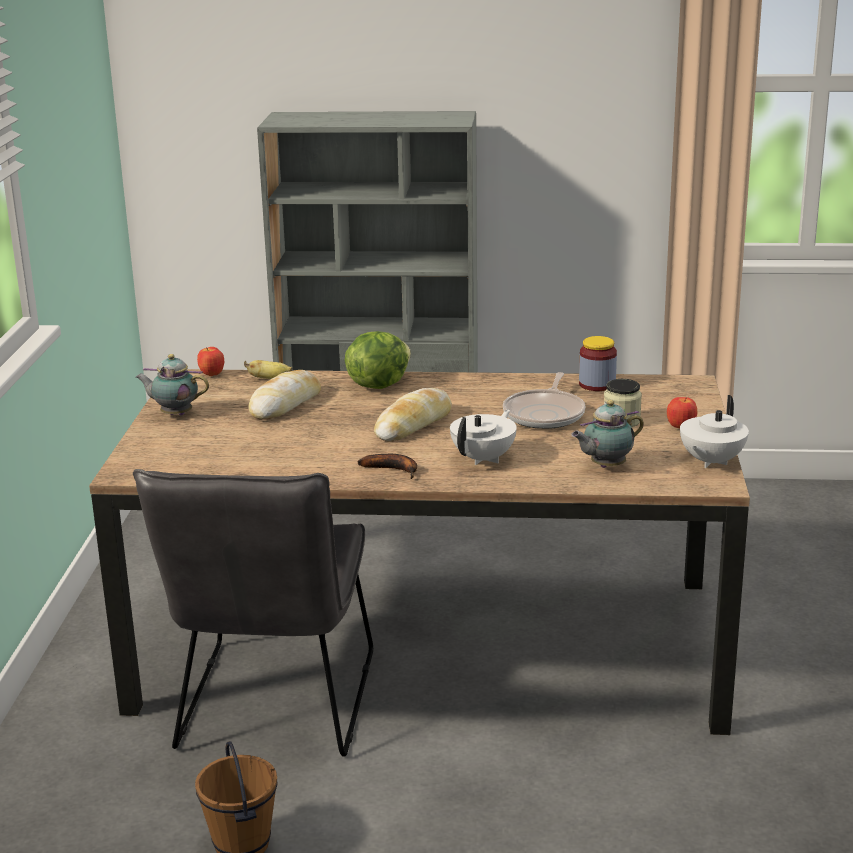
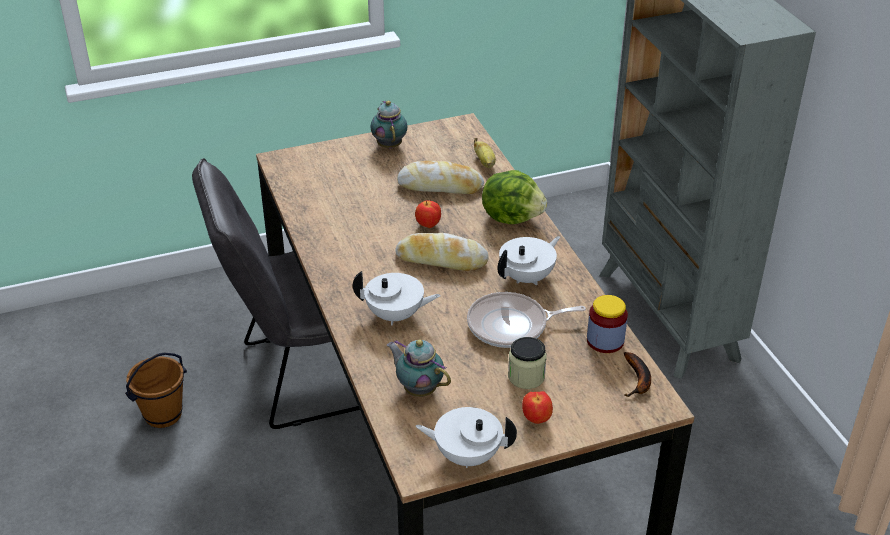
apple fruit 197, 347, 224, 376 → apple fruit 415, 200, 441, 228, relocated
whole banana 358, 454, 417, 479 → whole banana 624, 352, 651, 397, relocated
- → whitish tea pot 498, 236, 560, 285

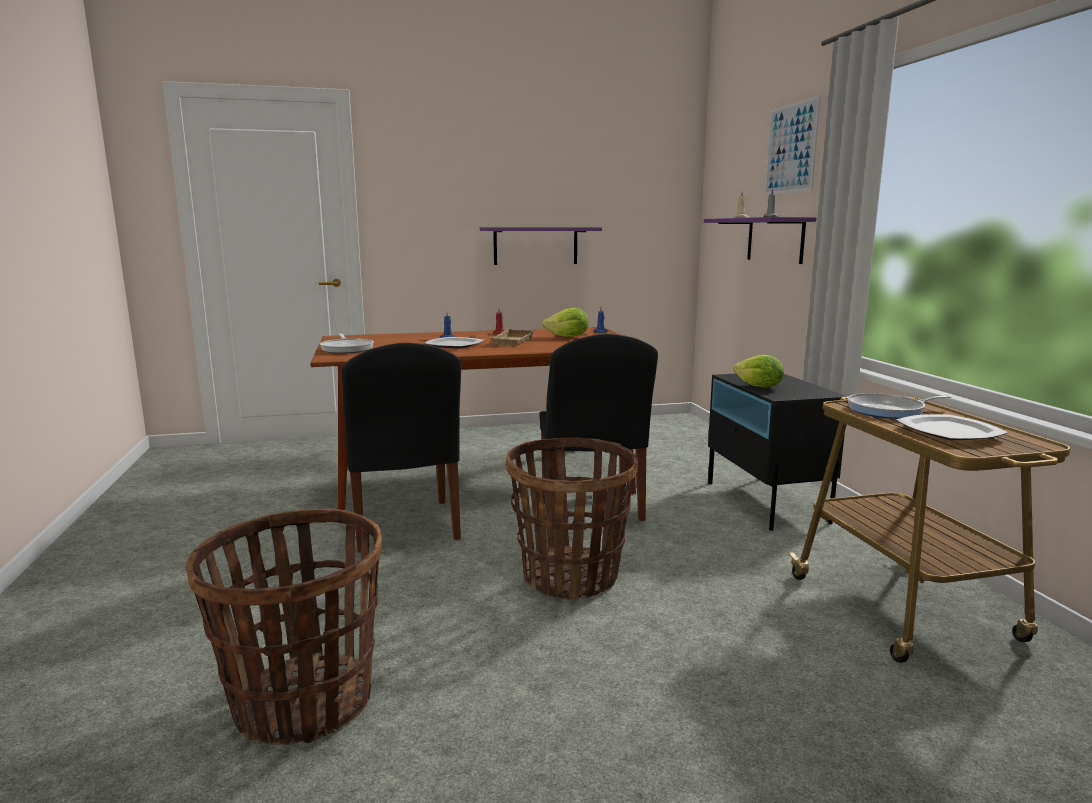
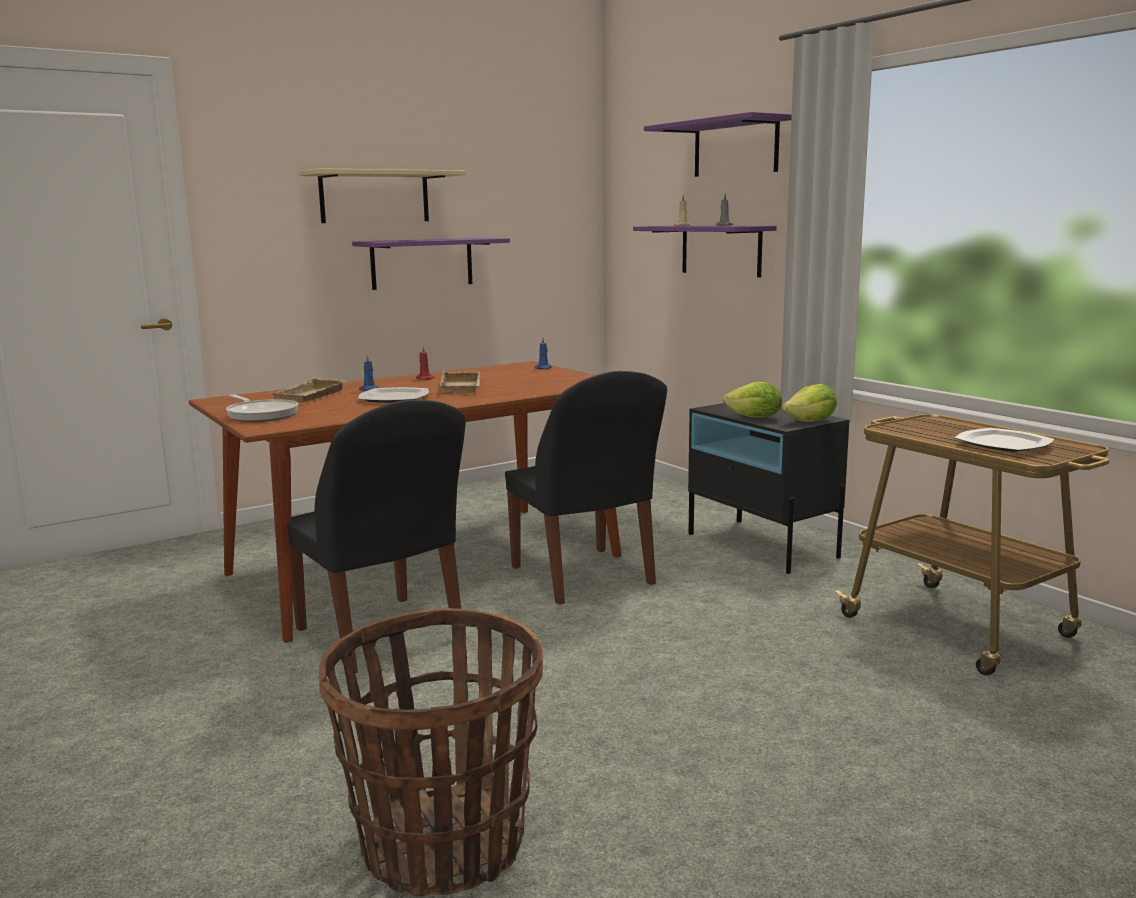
wall picture 764, 96, 821, 195 → purple bracket shelf 644, 112, 792, 177
head of lettuce 542, 308, 589, 337 → head of lettuce 782, 383, 837, 422, relocated
frying pan 847, 393, 951, 419 → -
household basket 505, 438, 638, 601 → -
- → beige bracket shelf 299, 168, 466, 223
- → beige tray 270, 377, 346, 402

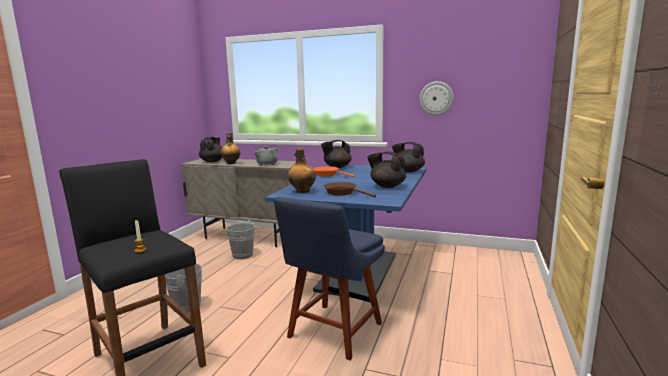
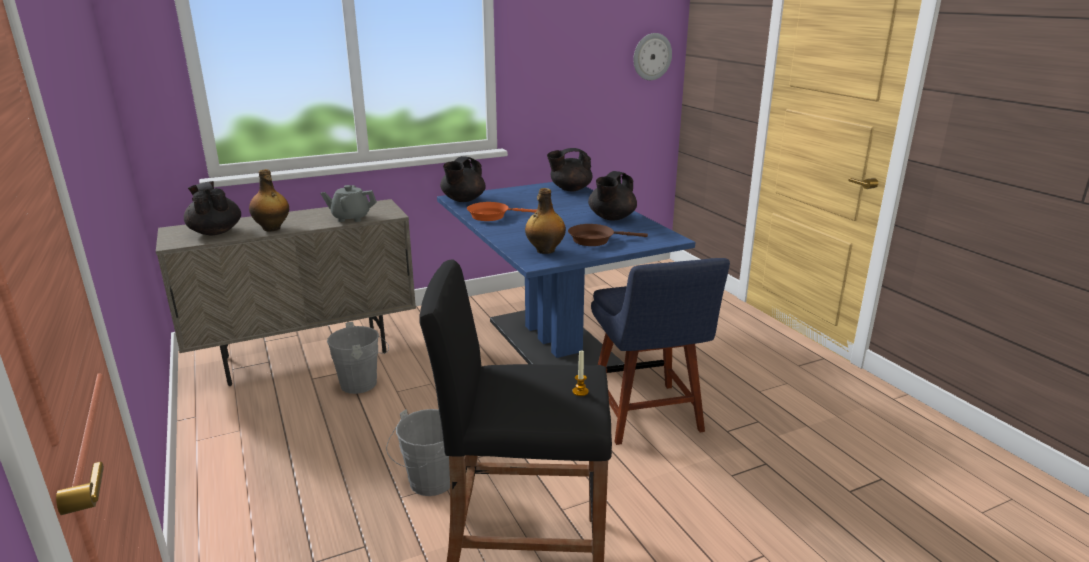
clock on the wall 419, 81, 454, 116 → clock on the wall 633, 33, 672, 80, relocated
black tea pot 367, 152, 406, 188 → black tea pot 588, 171, 637, 220, 45 degrees counterclockwise

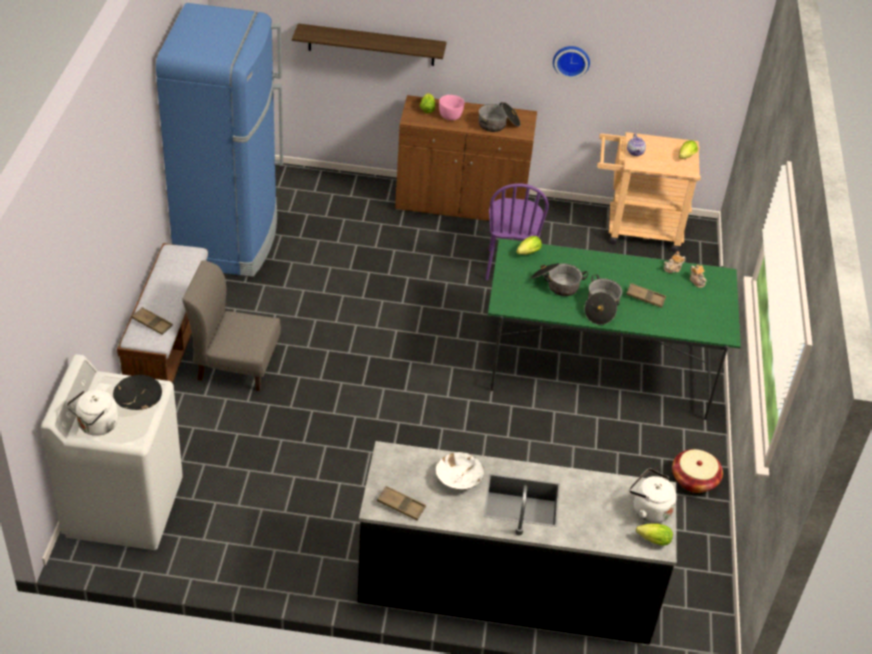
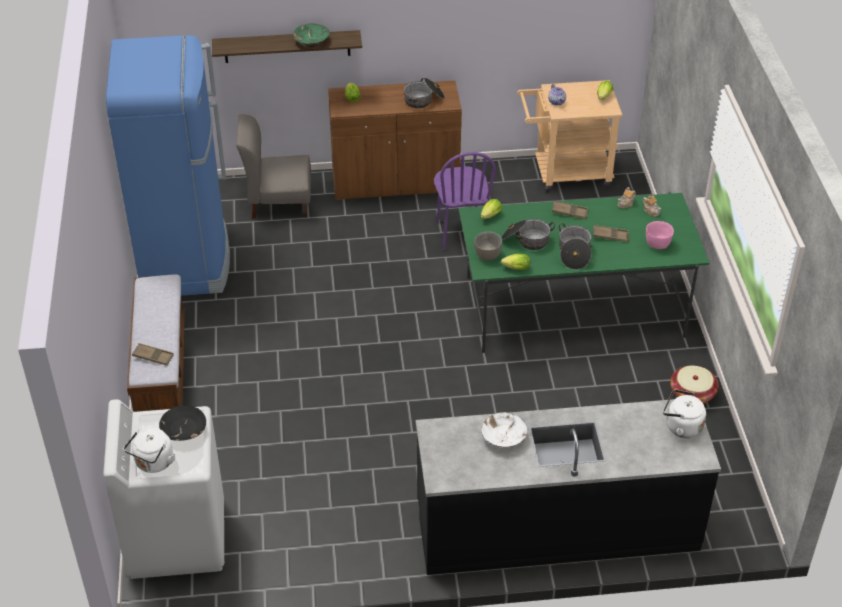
clock on the wall 553, 46, 590, 79 → -
pink-coloured deep dish 439, 95, 465, 121 → pink-coloured deep dish 646, 221, 674, 249, relocated
gray upright chair 182, 260, 281, 391 → gray upright chair 236, 114, 311, 219, relocated
brown-coloured tray 377, 486, 426, 521 → brown-coloured tray 552, 201, 588, 219, relocated
head of lettuce 636, 523, 673, 546 → head of lettuce 501, 254, 530, 270, relocated
- → green deep dish 293, 23, 330, 47
- → gray deep dish 474, 231, 502, 260

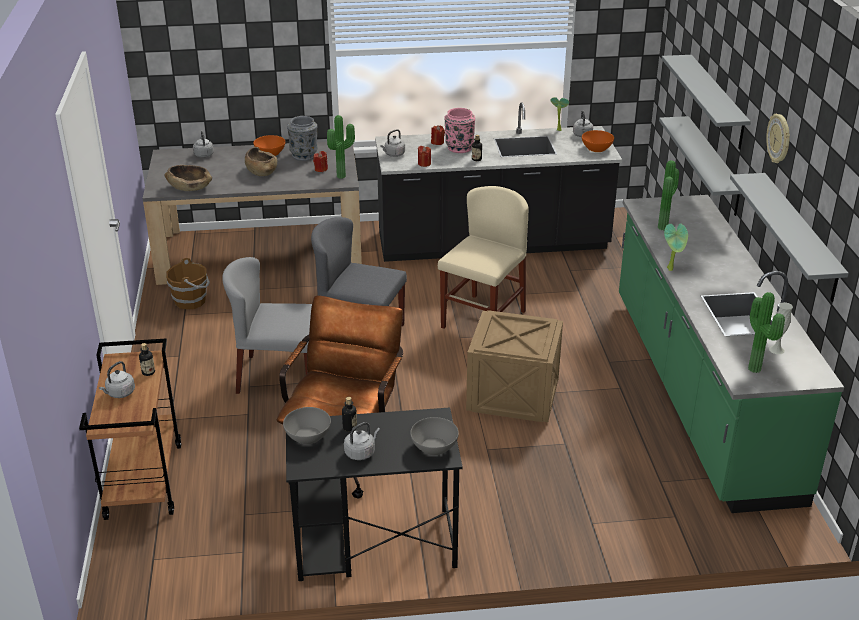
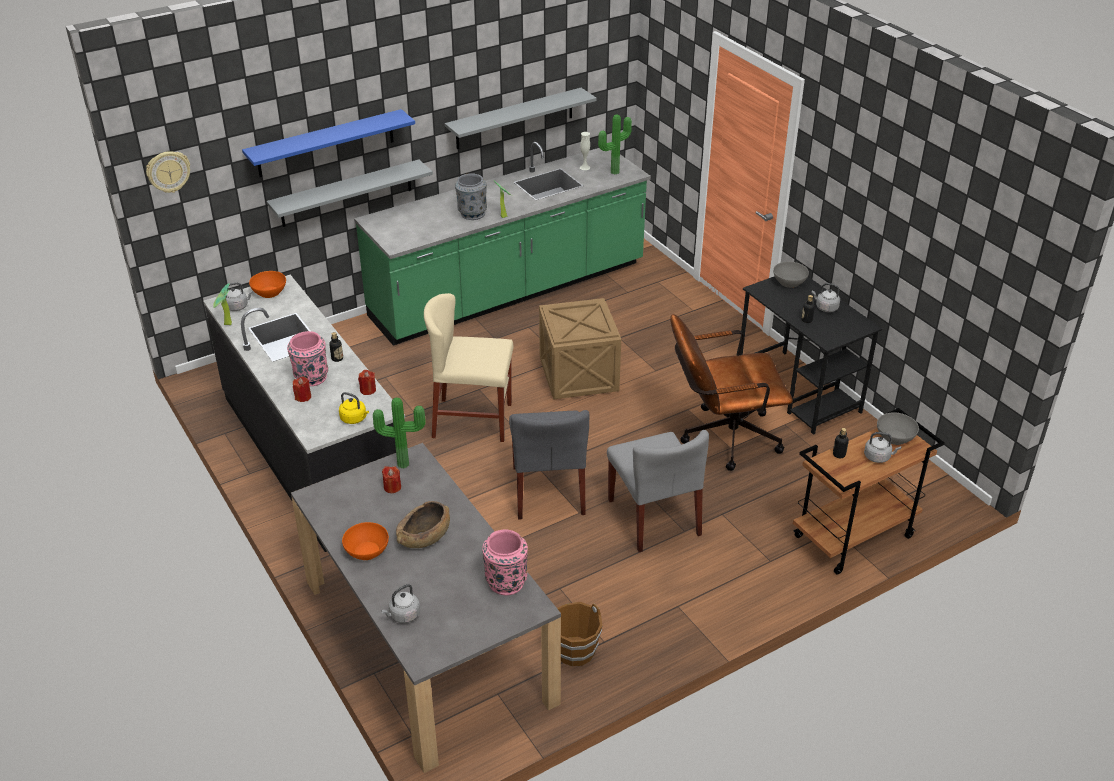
gray bracket shelf 662, 55, 751, 150 → blue bracket shelf 242, 109, 415, 177
clock on the wall 766, 114, 790, 163 → clock on the wall 146, 151, 190, 193, relocated
gray decorative vase 287, 116, 318, 161 → gray decorative vase 455, 173, 487, 220, relocated
gray water kettle 380, 129, 405, 157 → yellow water kettle 339, 392, 369, 424
potted plant 658, 161, 679, 230 → -
brown-coloured deep dish 164, 165, 212, 191 → pink-coloured decorative vase 482, 530, 528, 596
gray deep dish 283, 407, 331, 445 → gray deep dish 877, 412, 919, 445, relocated

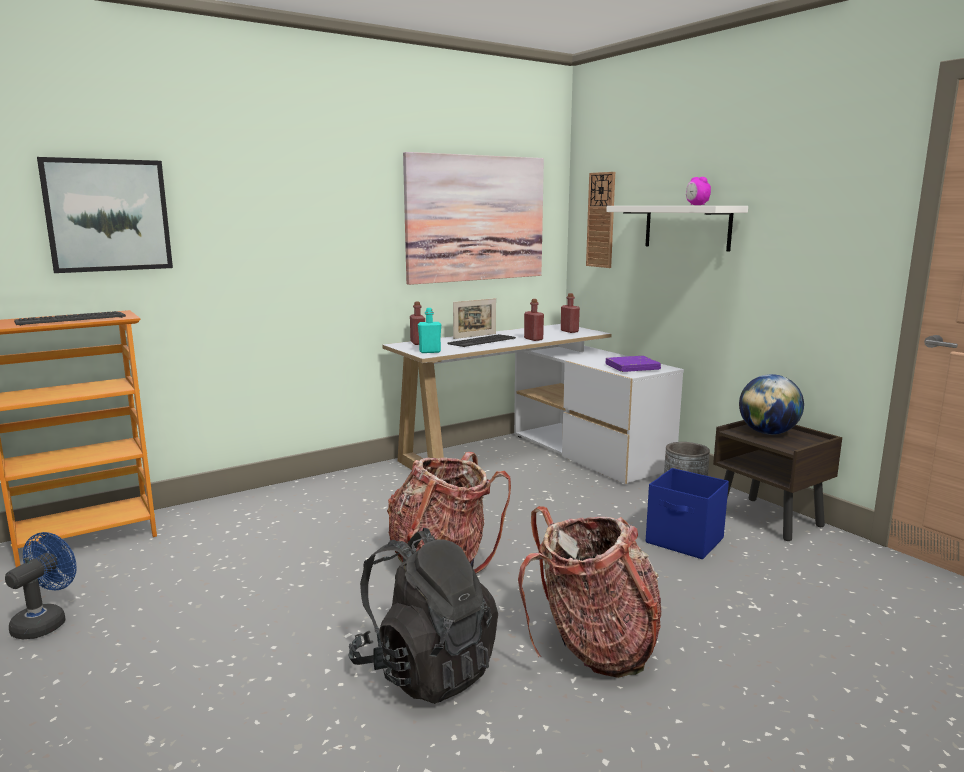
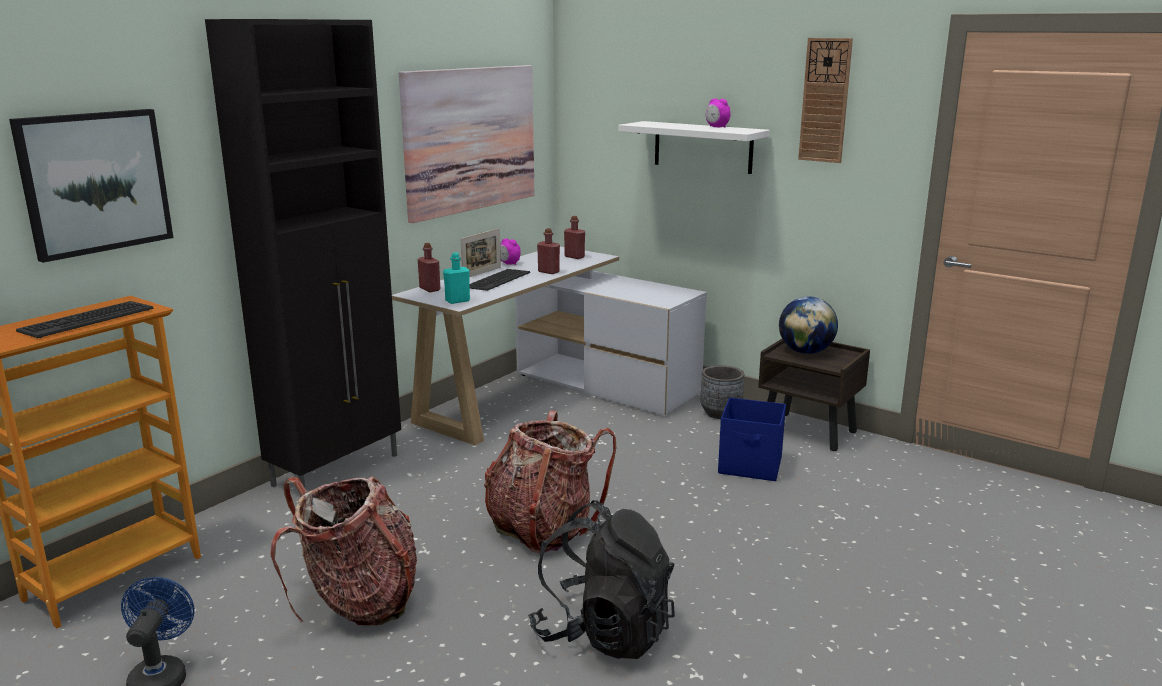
clock on the wall 586, 172, 615, 268 → clock on the wall 798, 38, 853, 163, relocated
purple book 605, 356, 661, 372 → -
backpack 518, 506, 661, 678 → backpack 270, 476, 417, 625, relocated
- → black storage cabinet 205, 19, 401, 497
- → alarm clock 500, 238, 521, 265

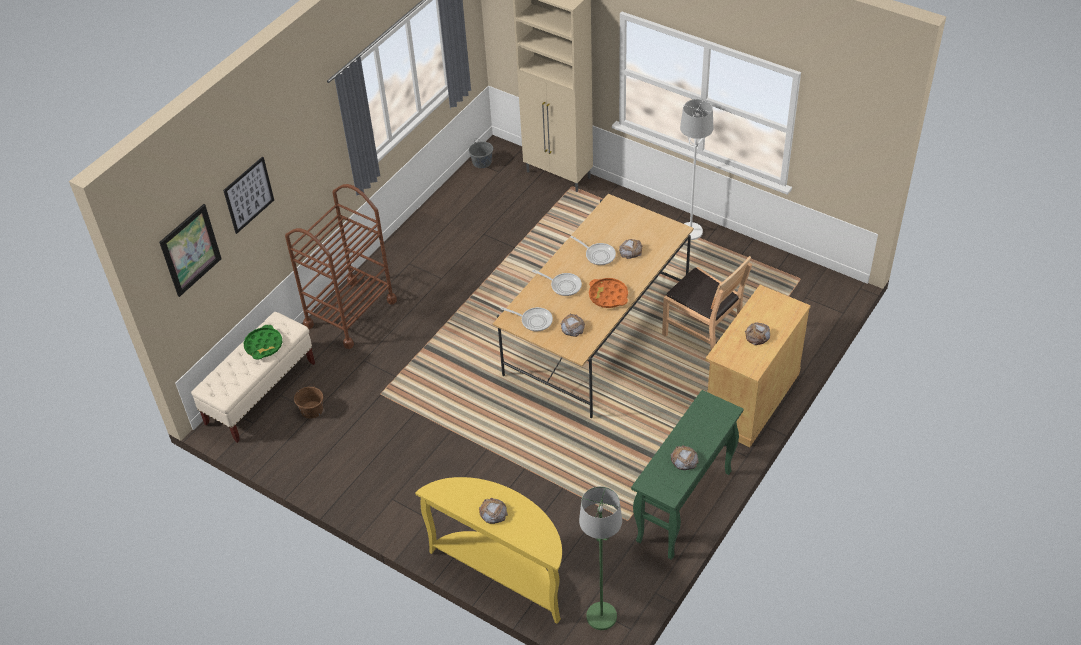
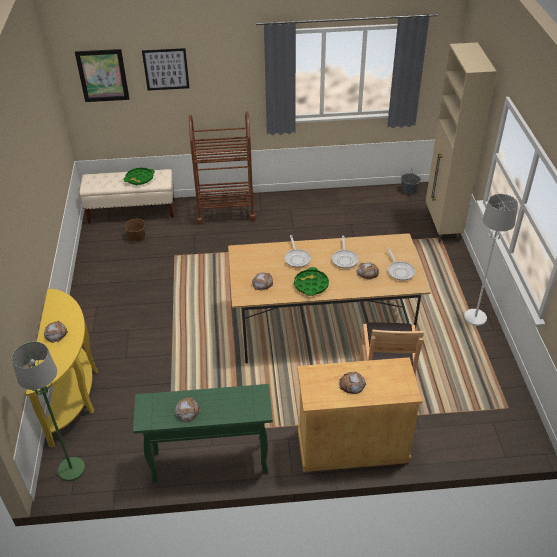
orange tray 589, 278, 628, 308 → green tray 294, 267, 329, 296
frying pan 500, 307, 553, 331 → frying pan 387, 248, 415, 281, relocated

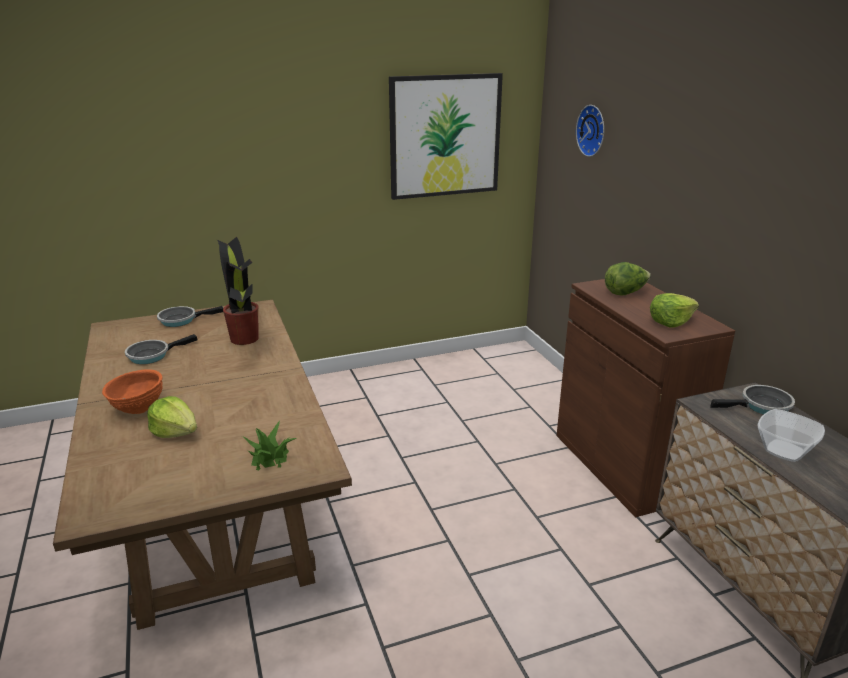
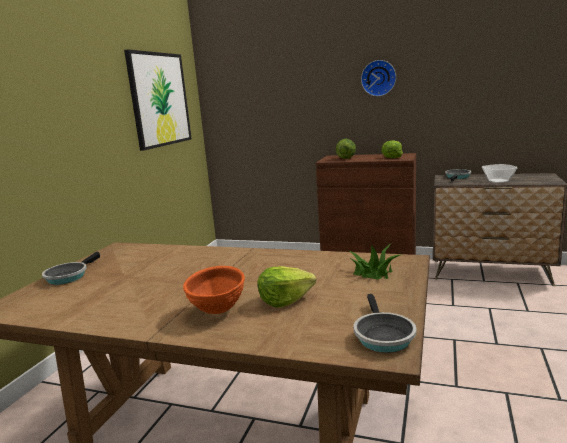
clock on the wall 576, 105, 604, 157 → clock on the wall 361, 60, 396, 96, relocated
potted plant 217, 237, 259, 345 → -
frying pan 125, 334, 197, 364 → frying pan 354, 294, 417, 353, relocated

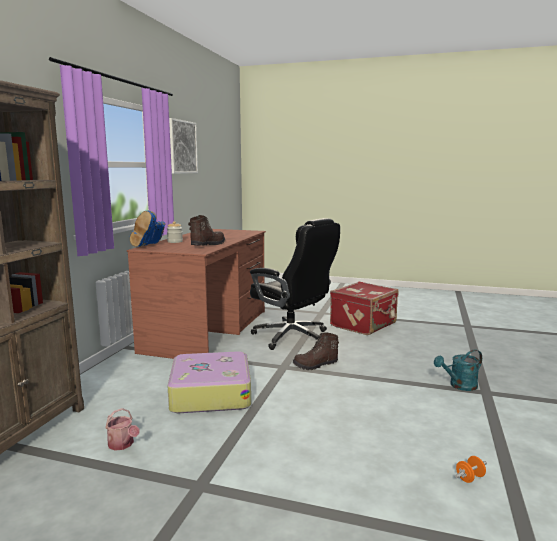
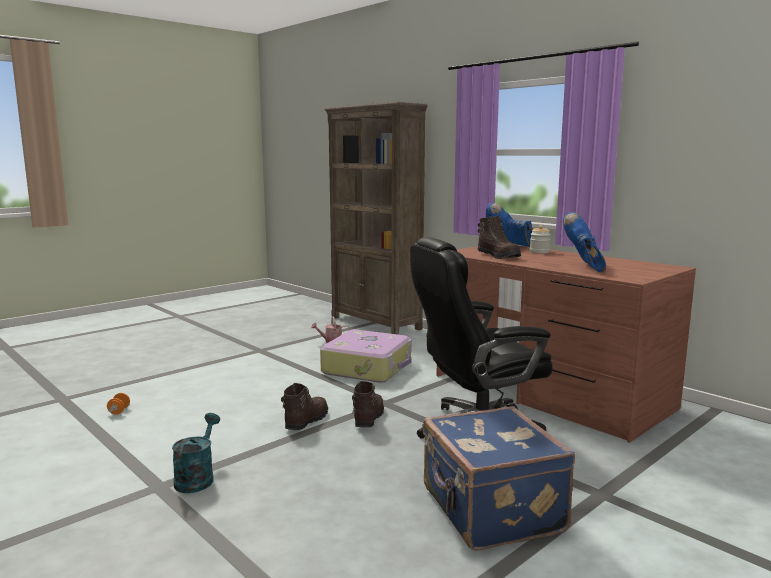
wall picture 169, 118, 198, 174 → -
red suitcase 330, 281, 399, 335 → blue suitcase 423, 406, 575, 551
- → blue high-top boot 563, 212, 606, 272
- → brown-coloured high-top boot 281, 383, 328, 430

